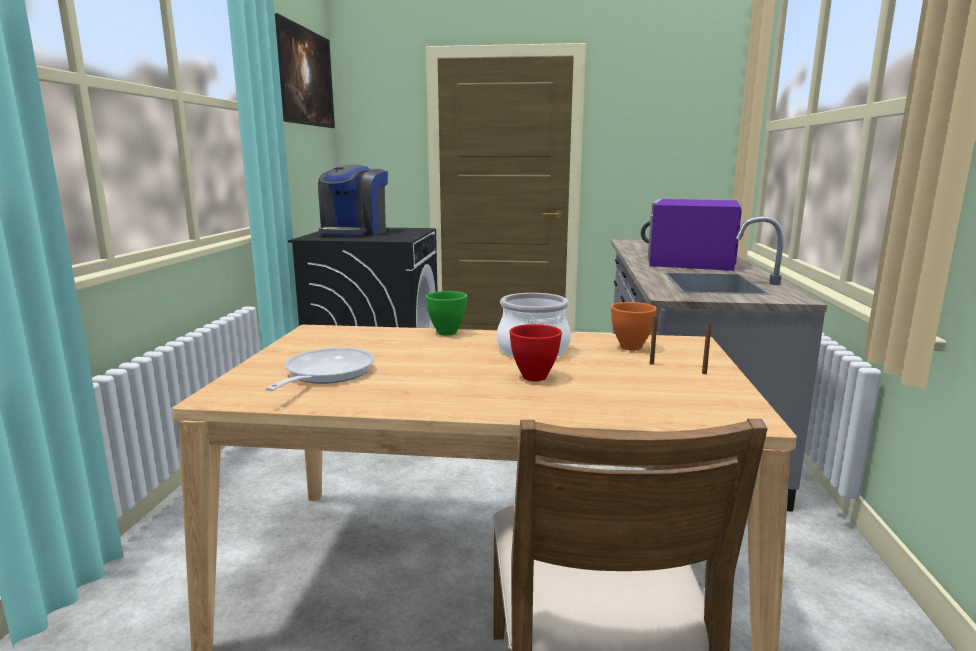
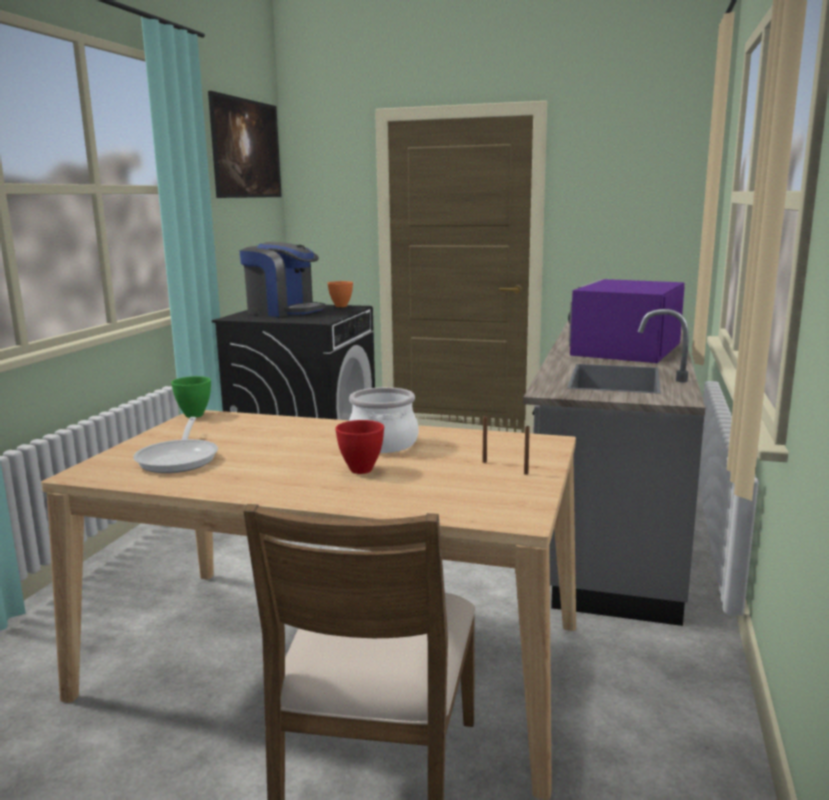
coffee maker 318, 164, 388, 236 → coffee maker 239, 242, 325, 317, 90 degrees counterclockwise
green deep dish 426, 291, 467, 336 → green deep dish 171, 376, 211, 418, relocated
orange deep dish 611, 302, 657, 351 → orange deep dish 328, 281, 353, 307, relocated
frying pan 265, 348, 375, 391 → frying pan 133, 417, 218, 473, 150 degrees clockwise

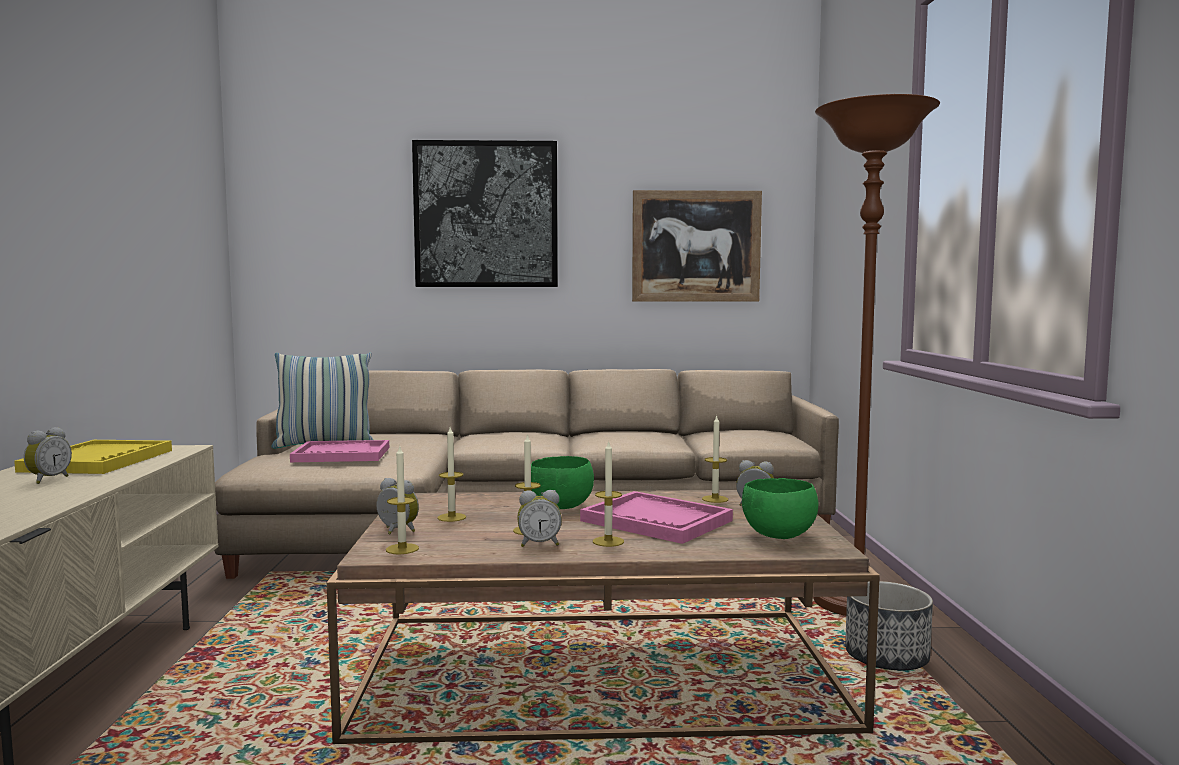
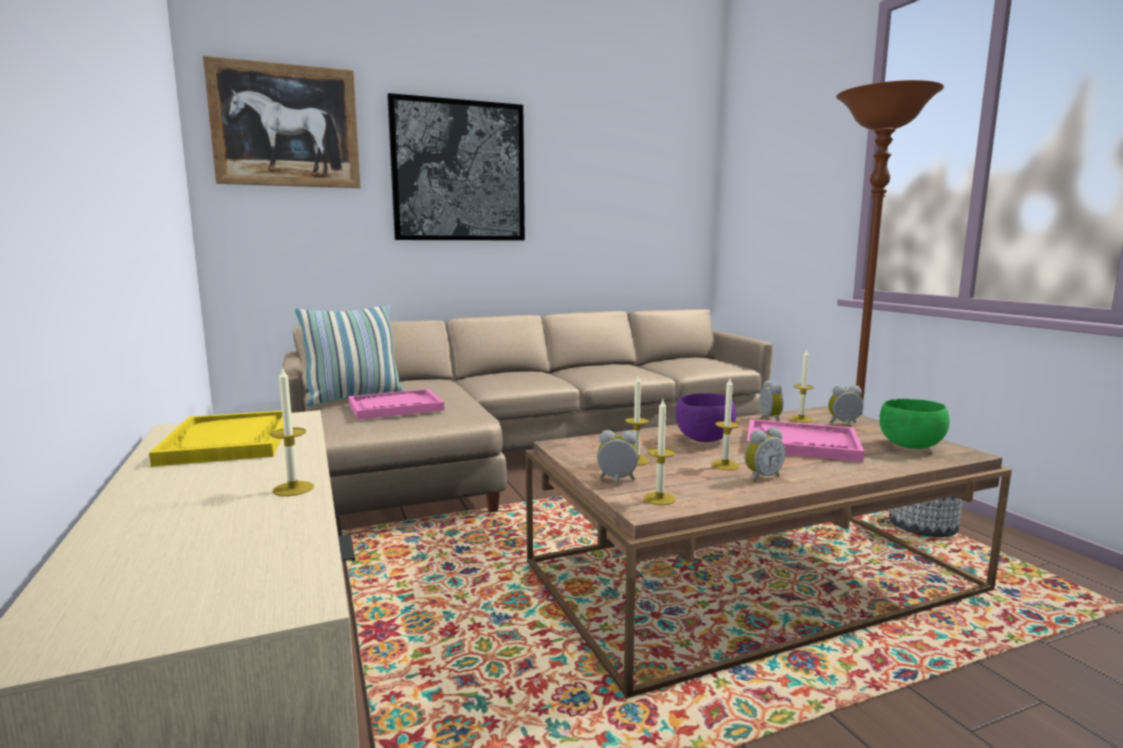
wall picture 632, 190, 762, 302 → wall picture 203, 56, 361, 188, relocated
alarm clock 24, 427, 72, 484 → alarm clock 759, 380, 784, 421, relocated
wax light 593, 440, 624, 547 → wax light 270, 366, 314, 496, relocated
green deep dish 531, 456, 594, 509 → purple deep dish 676, 393, 736, 442

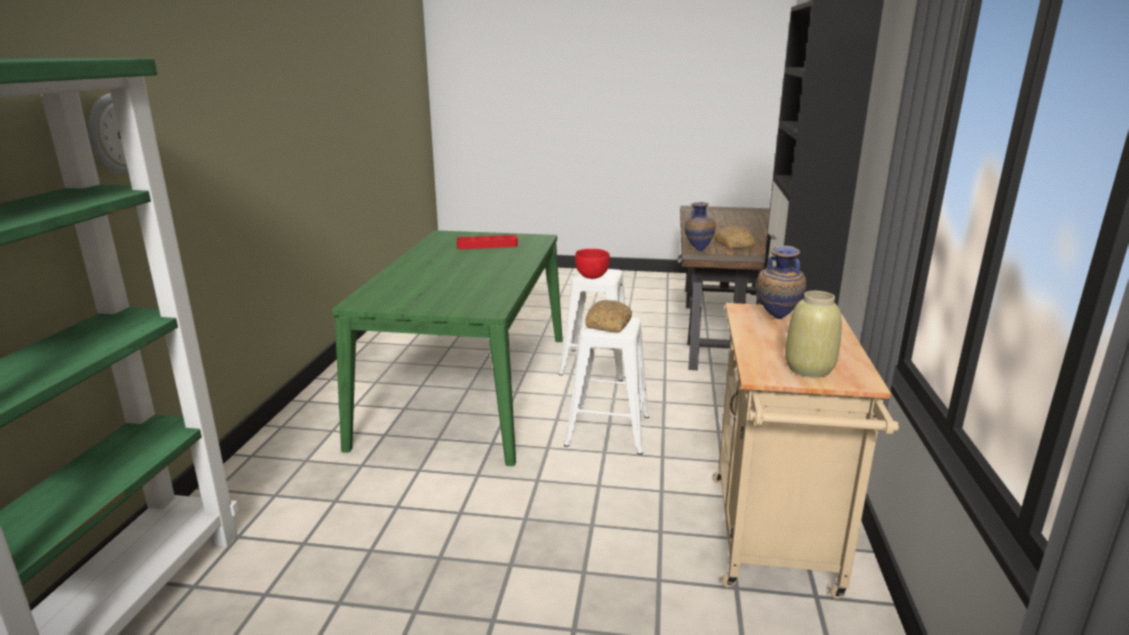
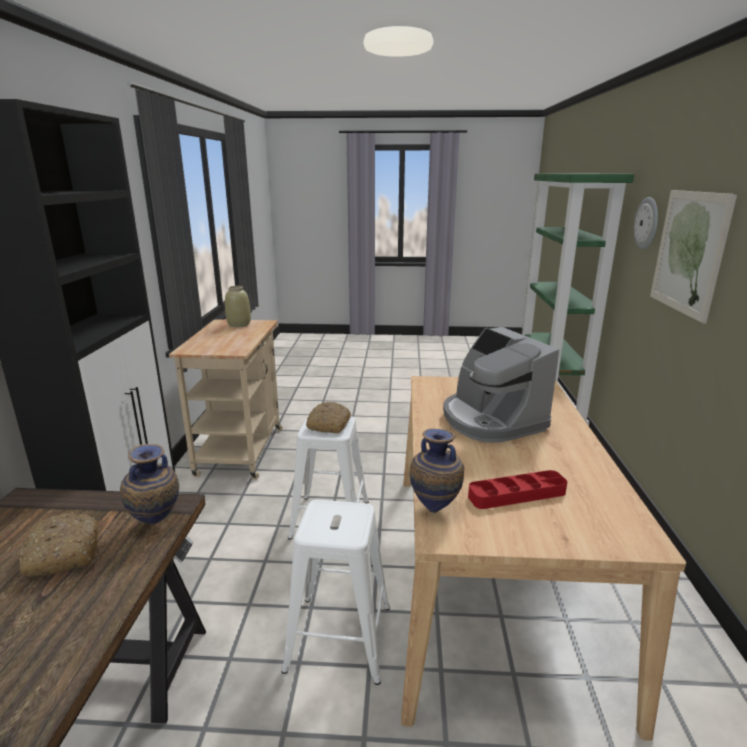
green dinner table 331, 230, 563, 466 → beige dinner table 401, 376, 686, 741
decorative vase 757, 246, 806, 319 → decorative vase 410, 428, 464, 513, relocated
red deep dish 575, 249, 610, 279 → -
- → wall picture 650, 190, 737, 324
- → coffee maker 443, 327, 559, 442

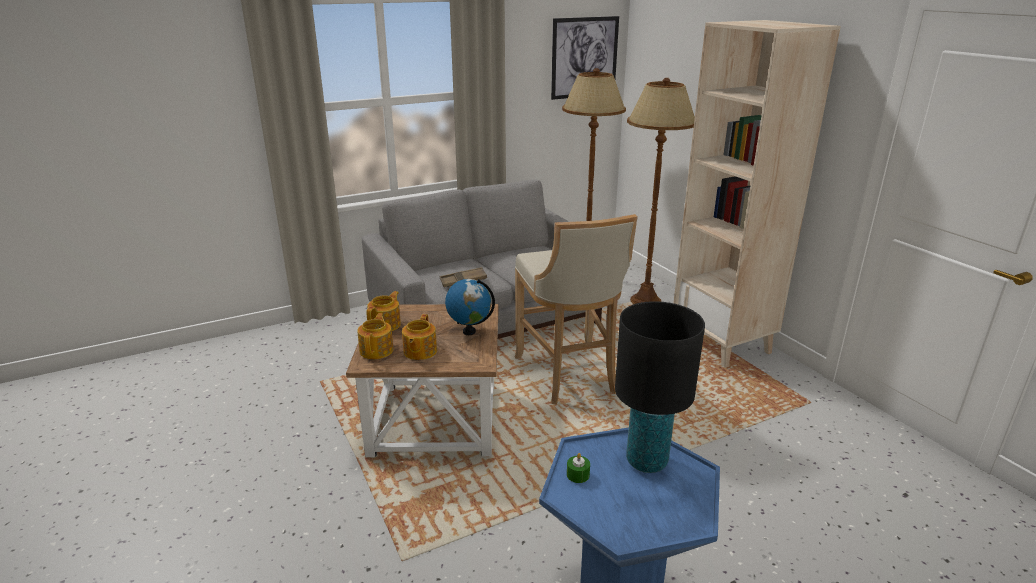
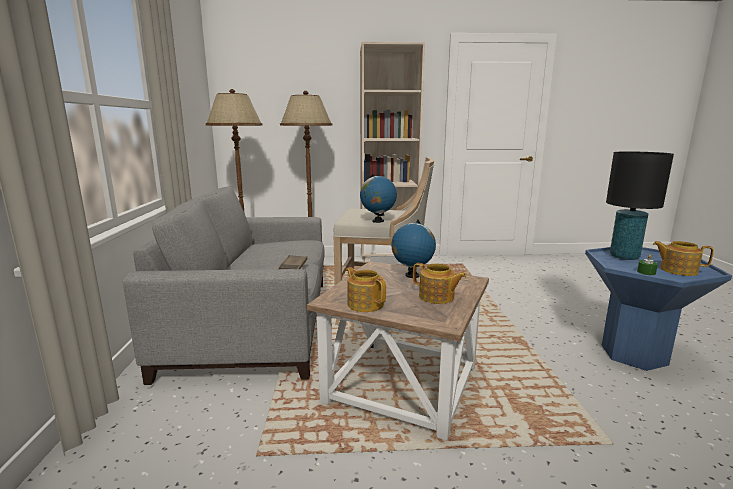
wall picture 551, 16, 619, 100 → -
tea pot 357, 313, 394, 359 → tea pot 653, 241, 714, 276, relocated
- → desk globe 360, 174, 397, 223

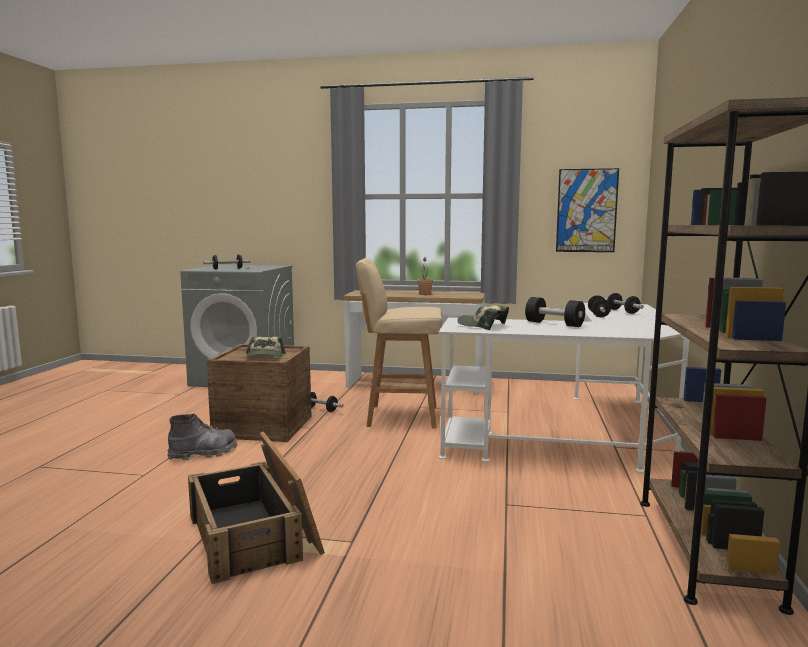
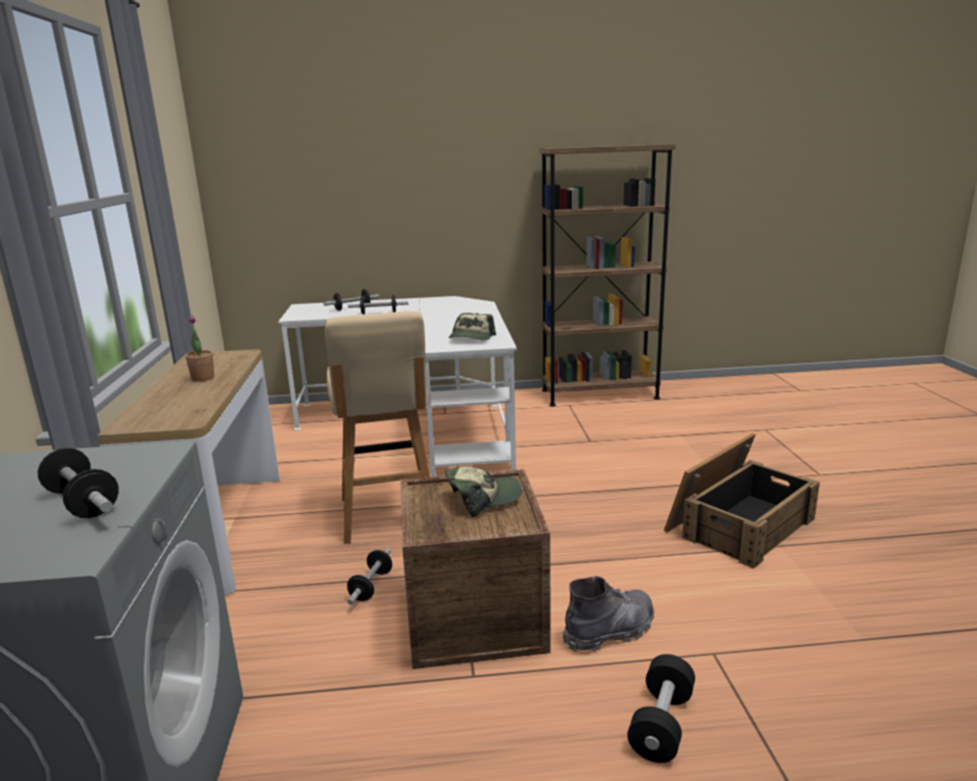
wall picture 556, 168, 619, 252 → -
black dumbbell 525, 297, 585, 327 → black dumbbell 627, 654, 695, 763, relocated
gray high-top boot 168, 414, 237, 460 → gray high-top boot 563, 576, 654, 652, 105 degrees clockwise

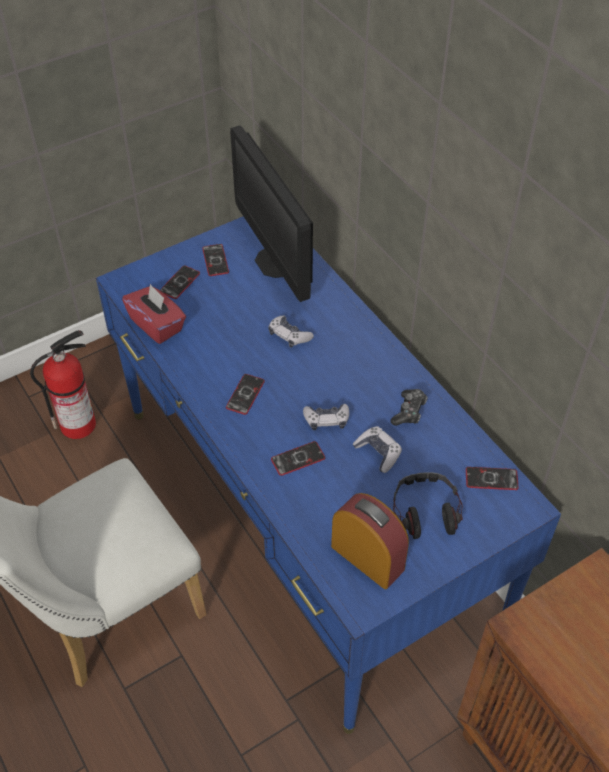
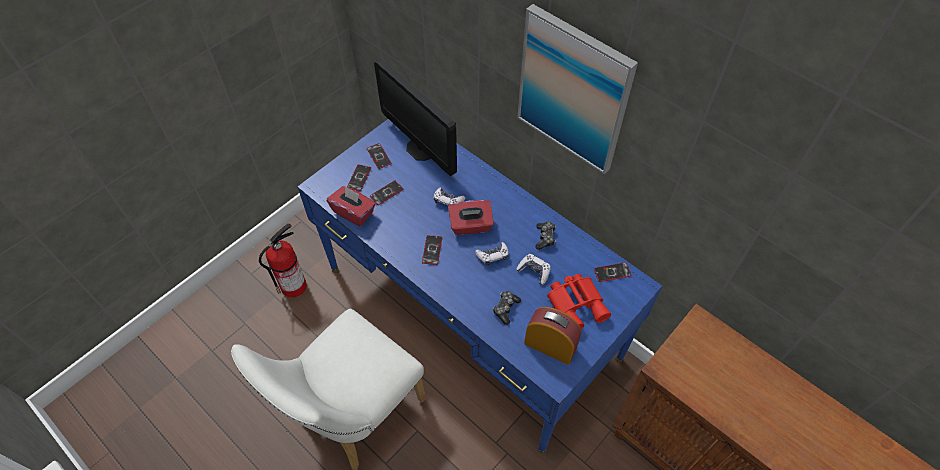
handset 271, 441, 325, 476 → handset 370, 181, 403, 205, relocated
pair of headphones 393, 472, 463, 539 → red field glasses 547, 274, 611, 329
- → wall picture 517, 4, 638, 174
- → red tissue holder 448, 200, 494, 235
- → gamepad 493, 291, 521, 325

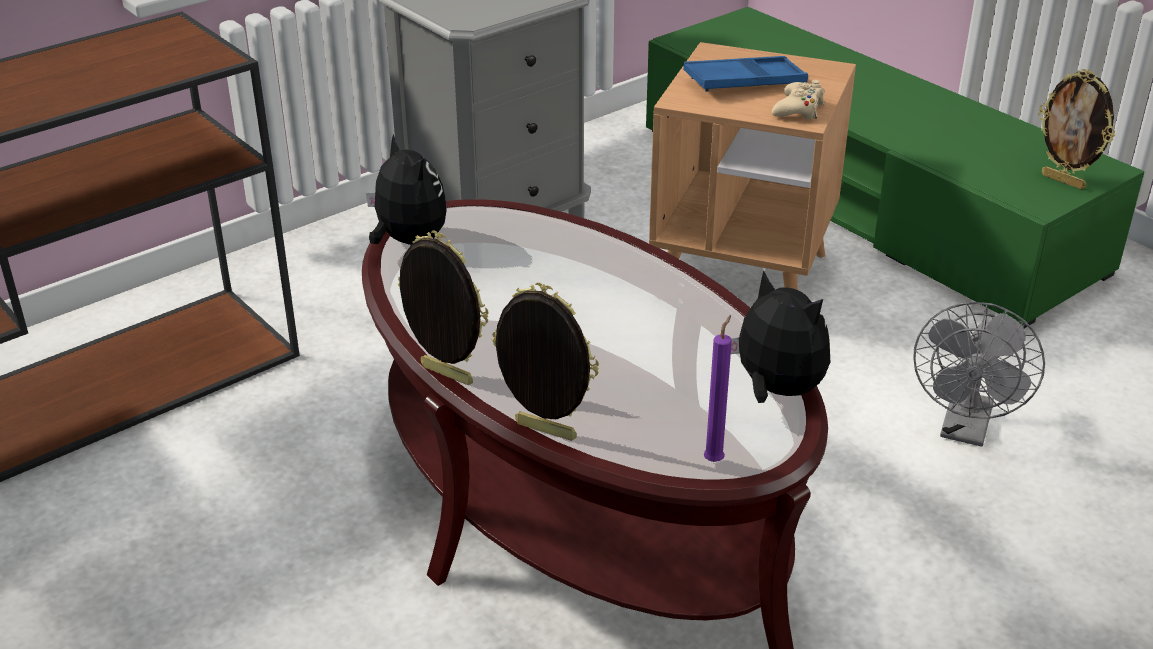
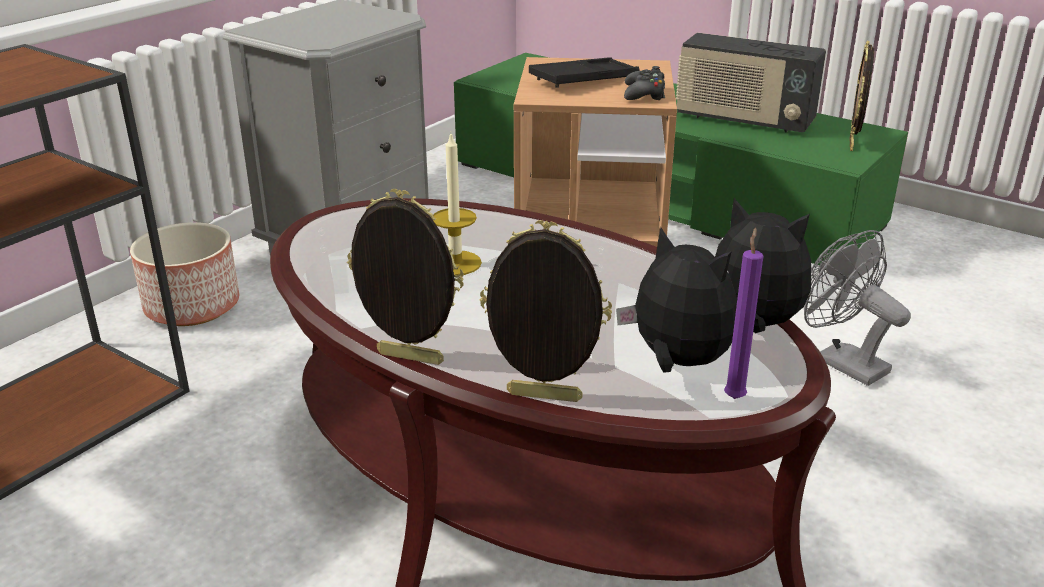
blue tray 683, 56, 808, 92 → black tray 529, 57, 639, 88
standing frame 1039, 69, 1115, 189 → standing frame 849, 40, 874, 151, 75 degrees clockwise
beige gamepad 772, 80, 825, 120 → black gamepad 624, 66, 665, 100
cuddly toy 366, 134, 447, 245 → cuddly toy 616, 227, 737, 373, relocated
gray fan 913, 302, 1045, 446 → gray fan 804, 230, 911, 386, 135 degrees clockwise
- → radio receiver 676, 33, 826, 133
- → wax light 433, 131, 482, 275
- → planter 130, 222, 239, 326

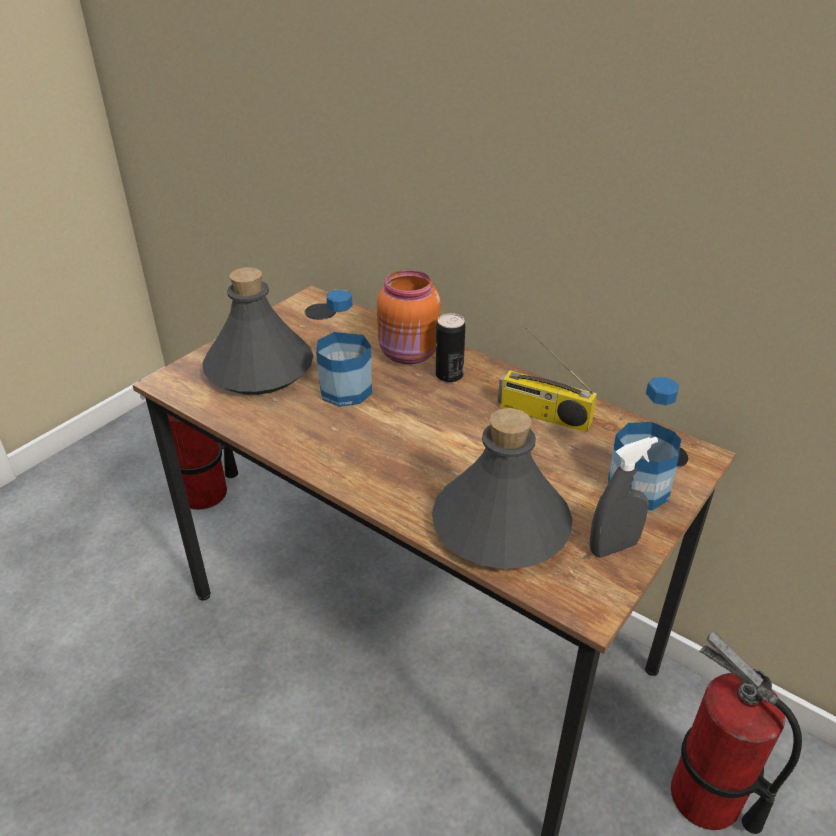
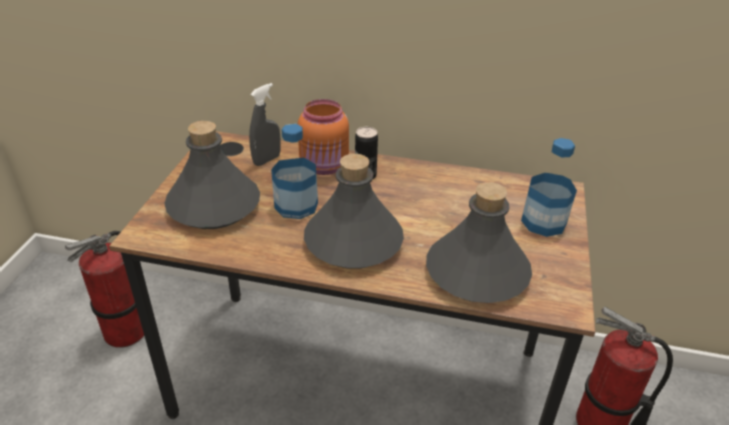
radio receiver 498, 328, 597, 432 → -
gray sprayer 590, 437, 658, 557 → gray sprayer 249, 83, 281, 166, relocated
- → gray bottle 304, 154, 404, 269

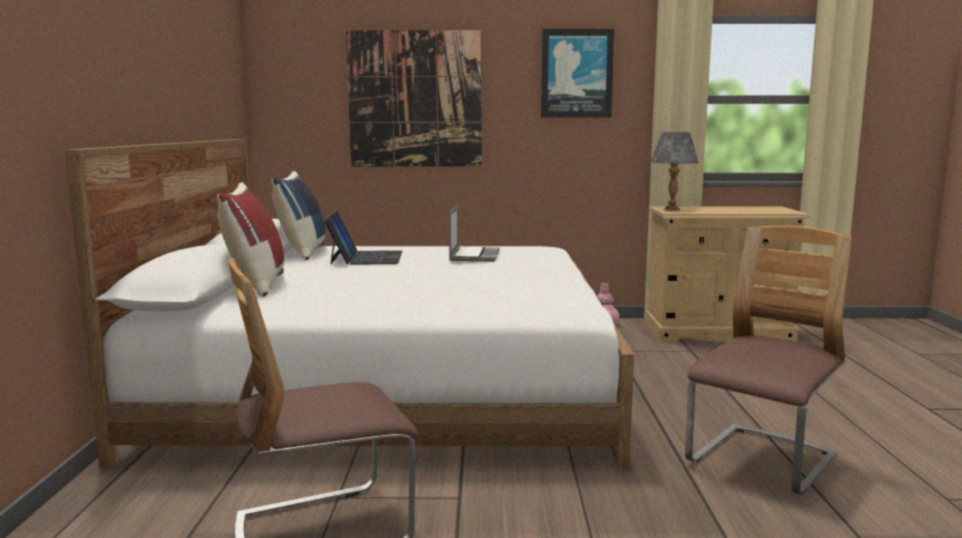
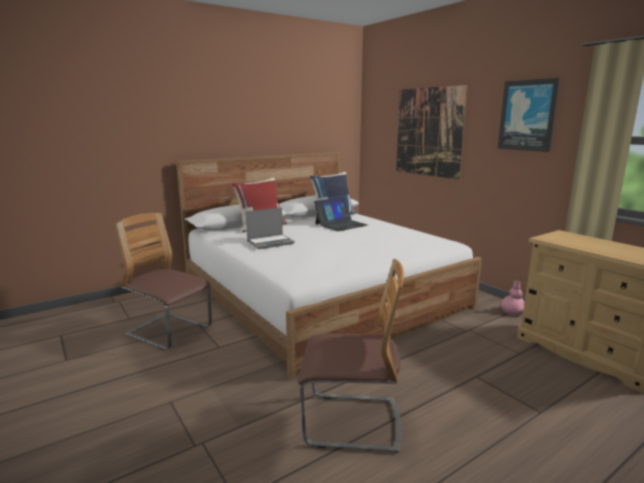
gray table lamp 650, 132, 699, 210 → -
portable computer 449, 205, 500, 262 → portable computer 246, 207, 295, 249, relocated

